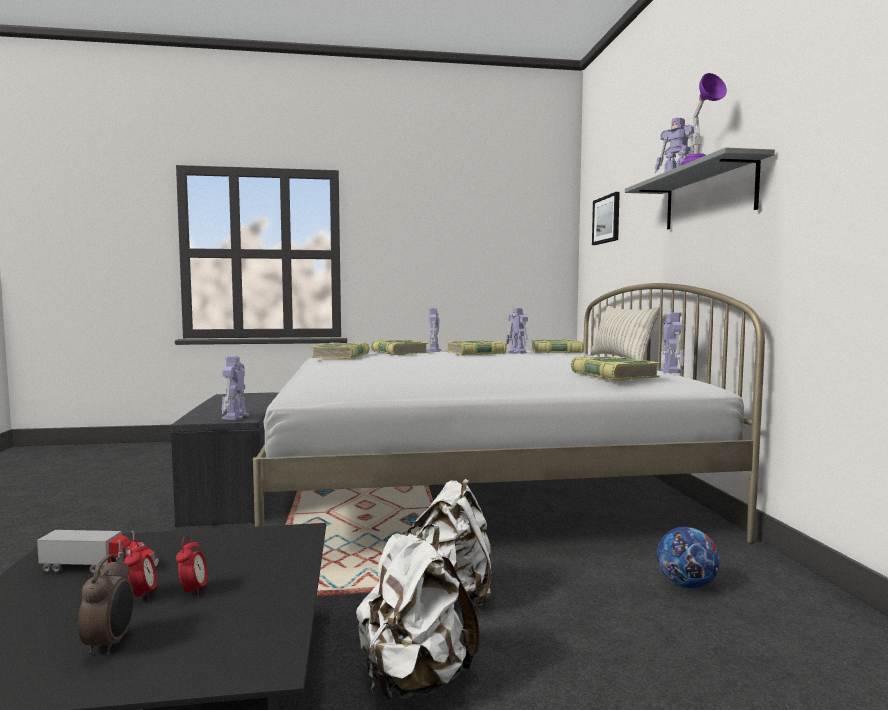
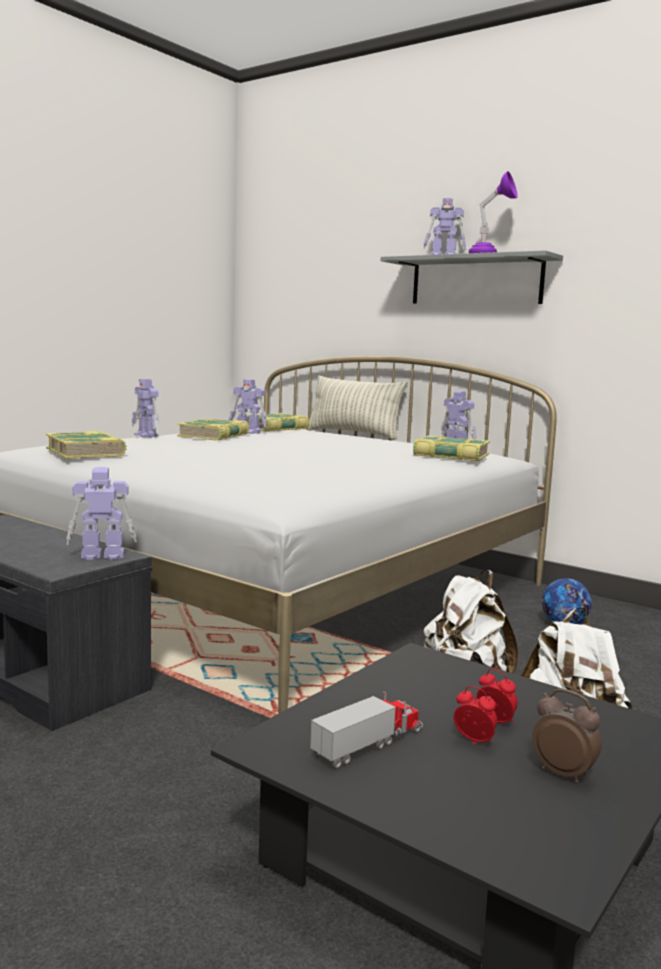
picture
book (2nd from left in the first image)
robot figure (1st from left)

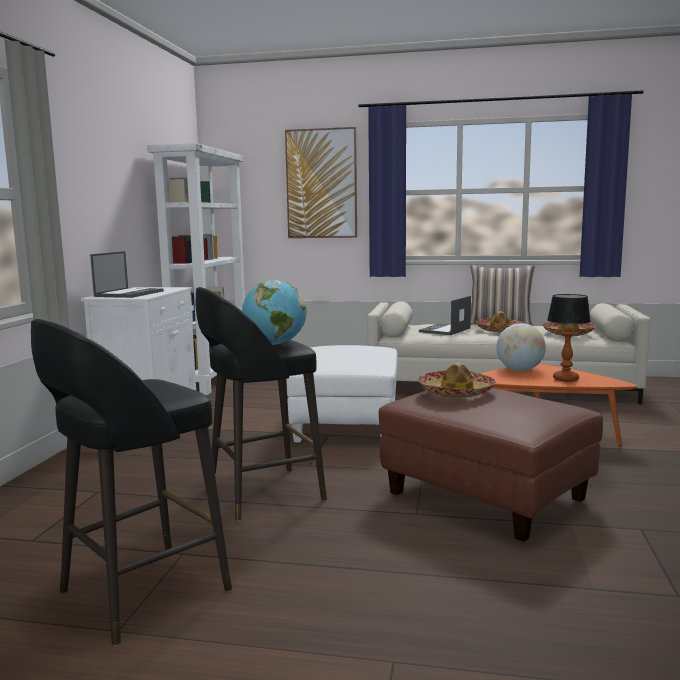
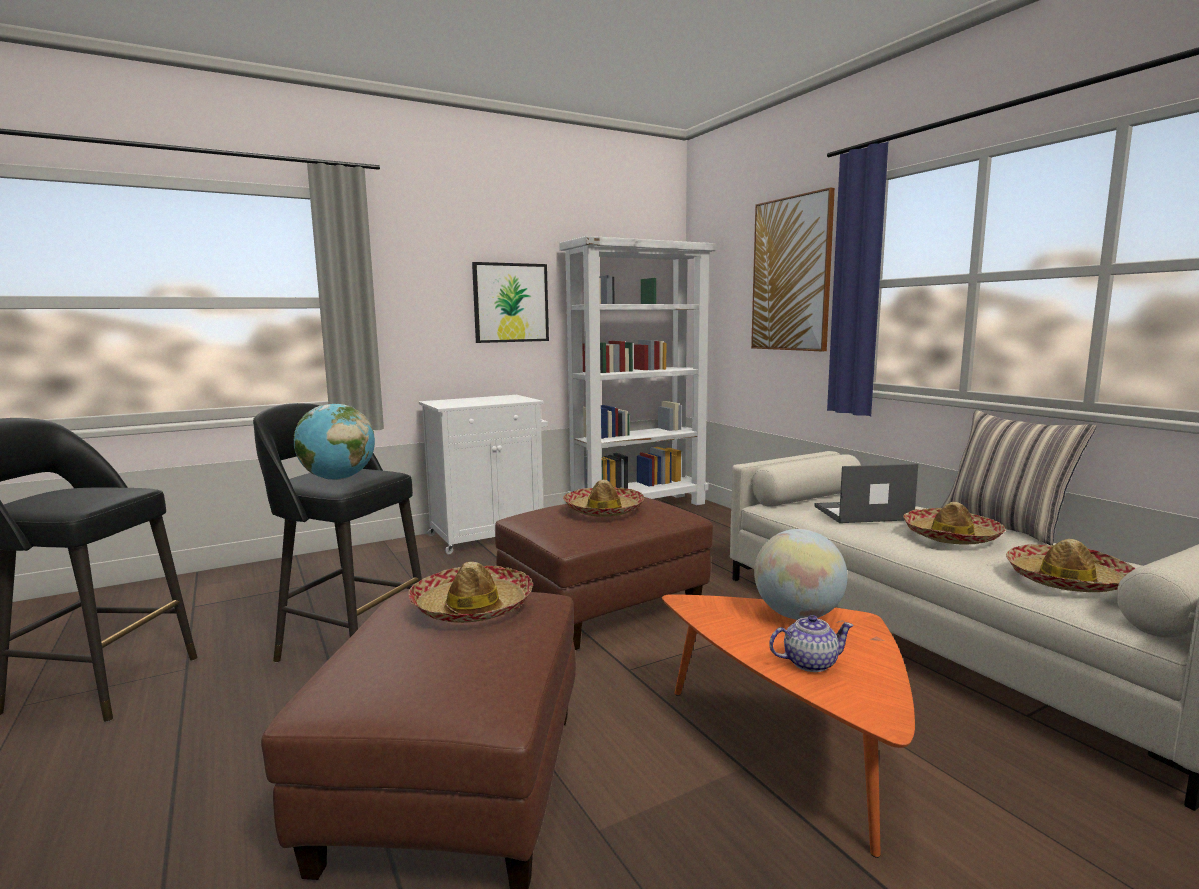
notebook computer (1st from left in the first image)
tea pot
ottoman (brown) (2nd from left)
picture (1st from left)
hat (2nd from left)

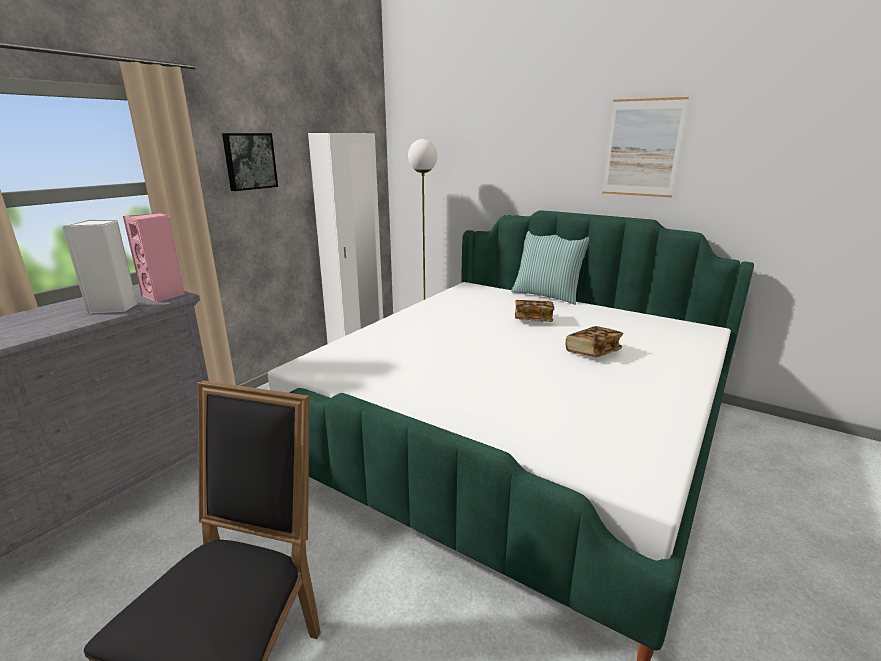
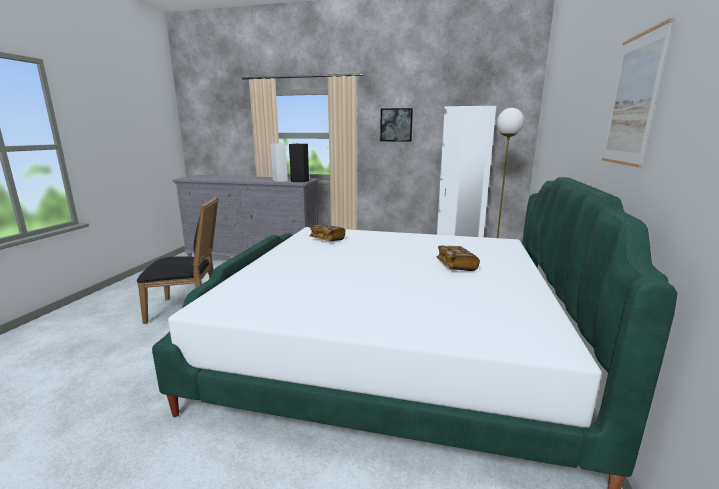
speaker (black)
pillow
book (1st from left)

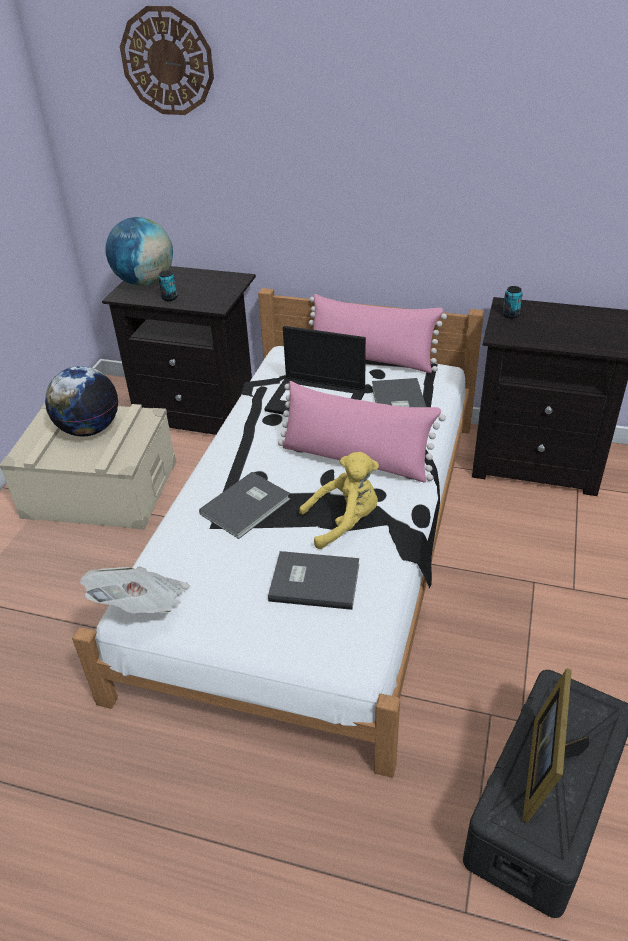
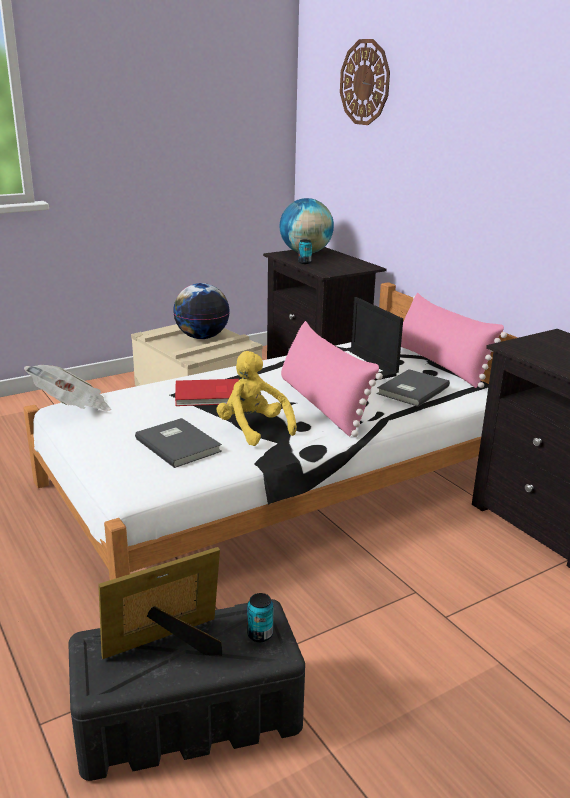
can (1st from left)
soft toy (yellow)
book (reddish)

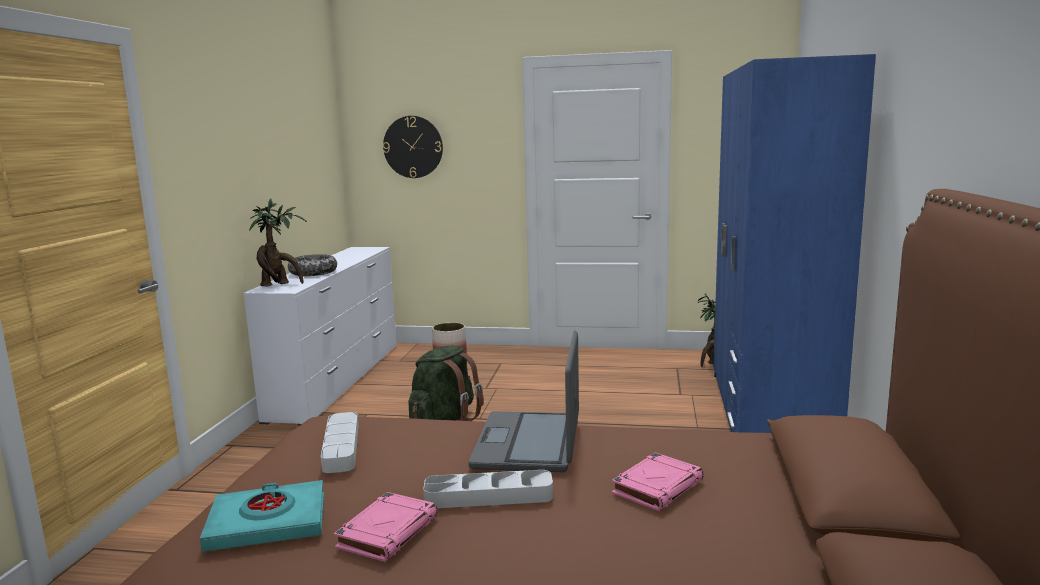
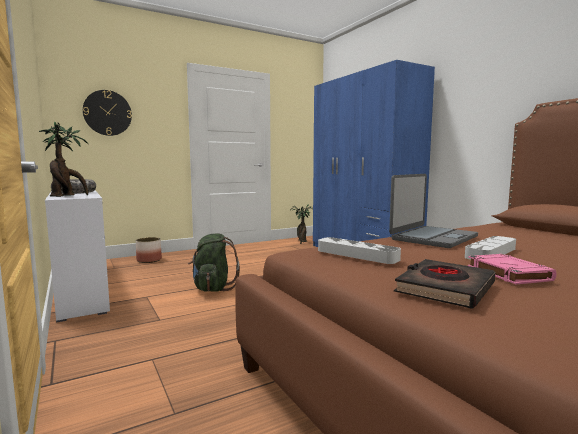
notebook computer
book (pink) (2nd from left in the first image)
book (black)

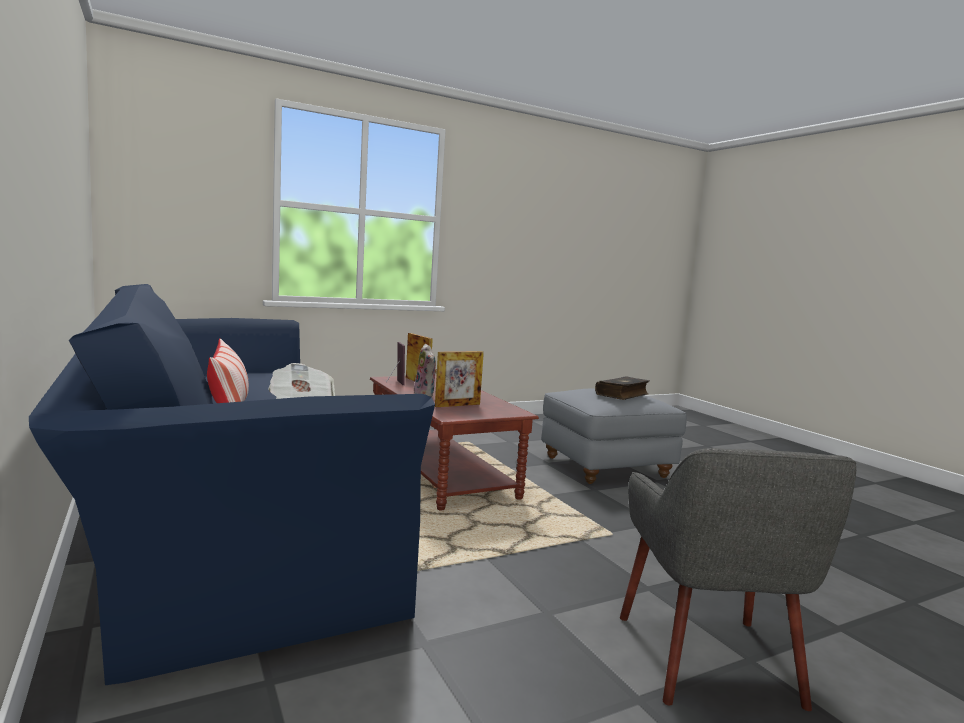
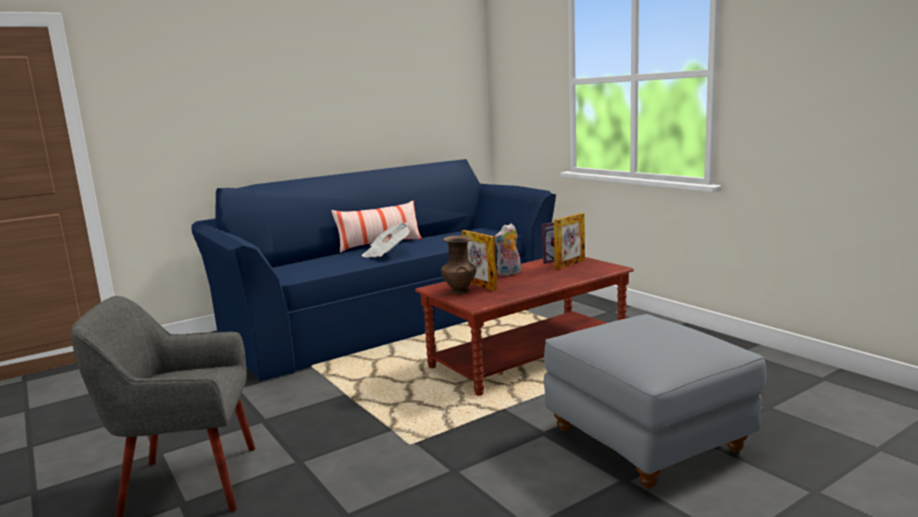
book
vase (brown)

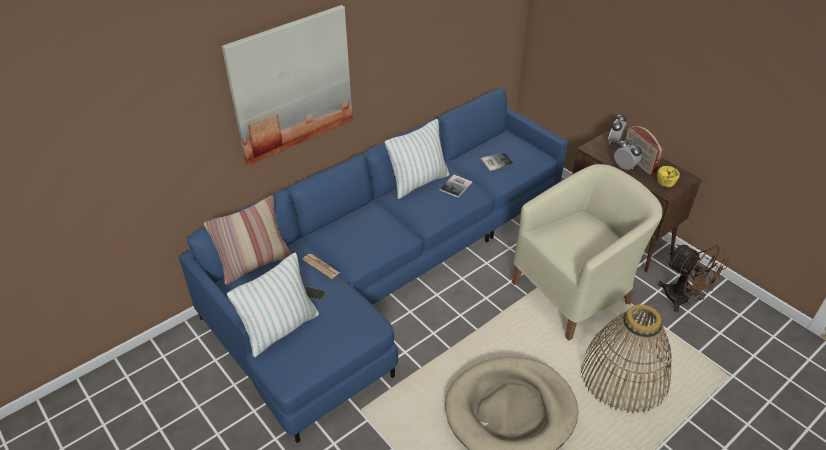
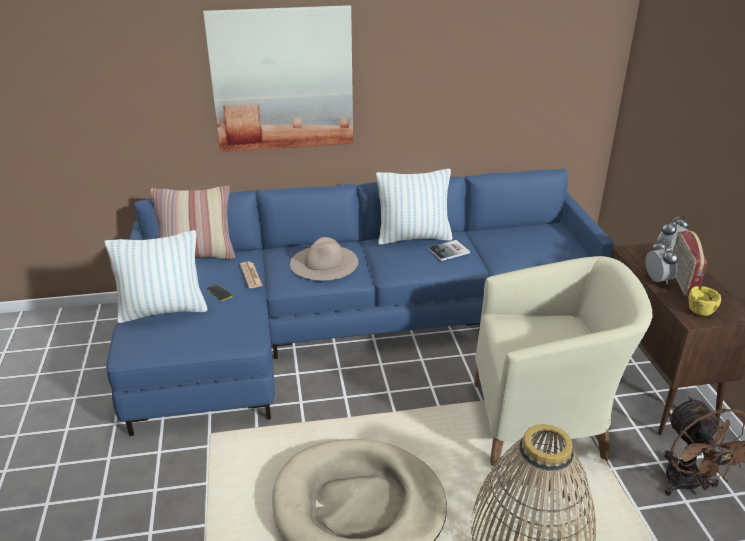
book (2nd from left in the first image)
hat (beige)

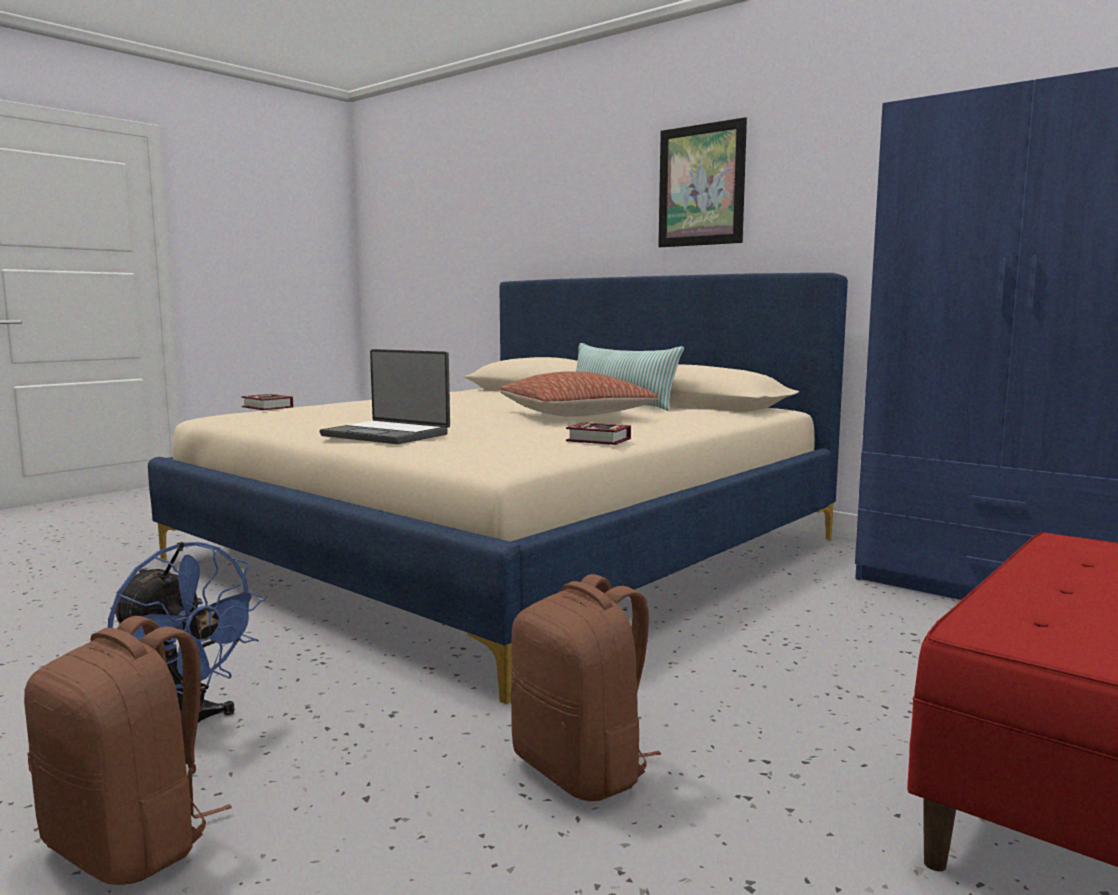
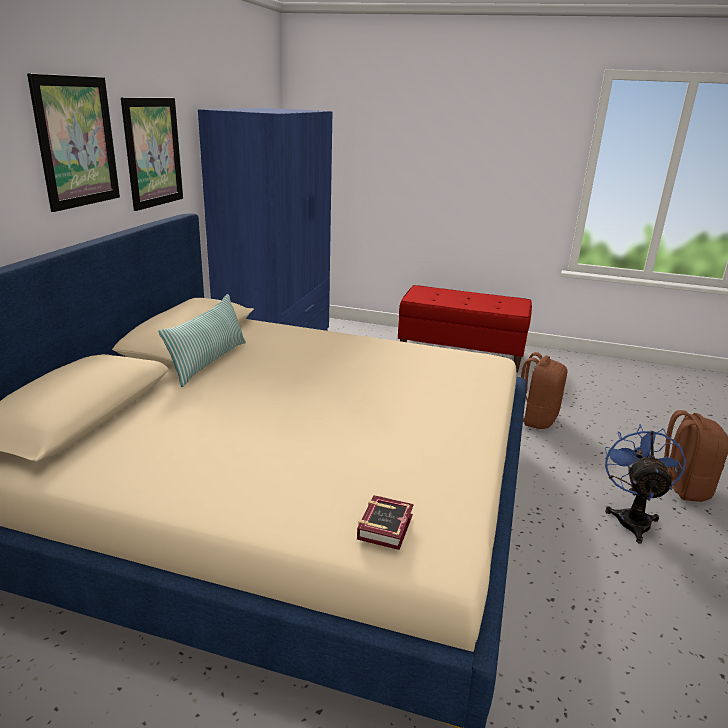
notebook computer
pillow (1st from left in the first image)
book (2nd from left in the first image)
picture (2nd from left)

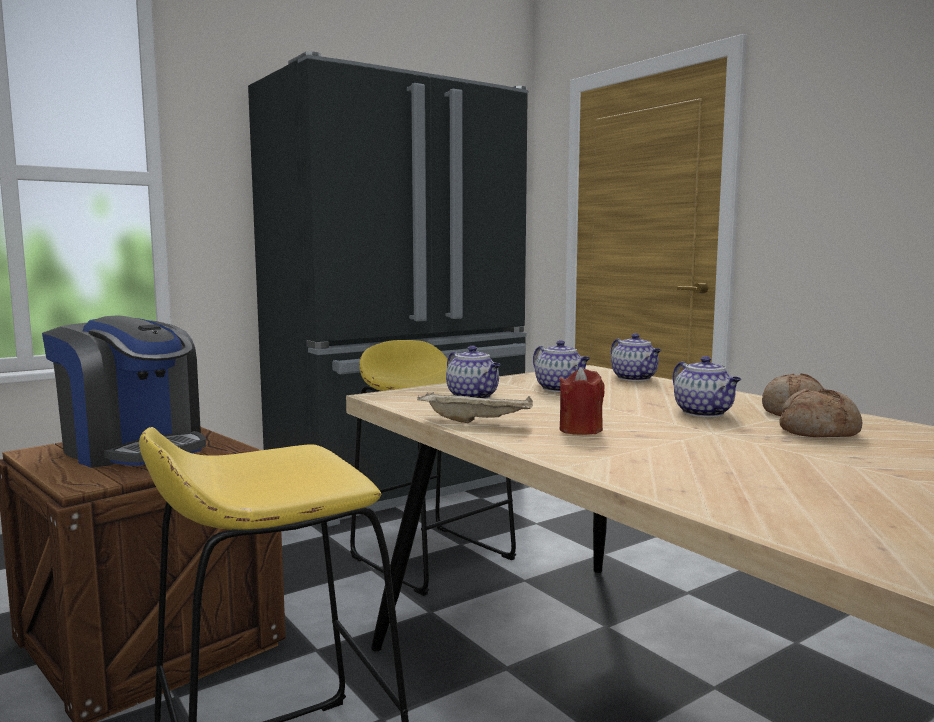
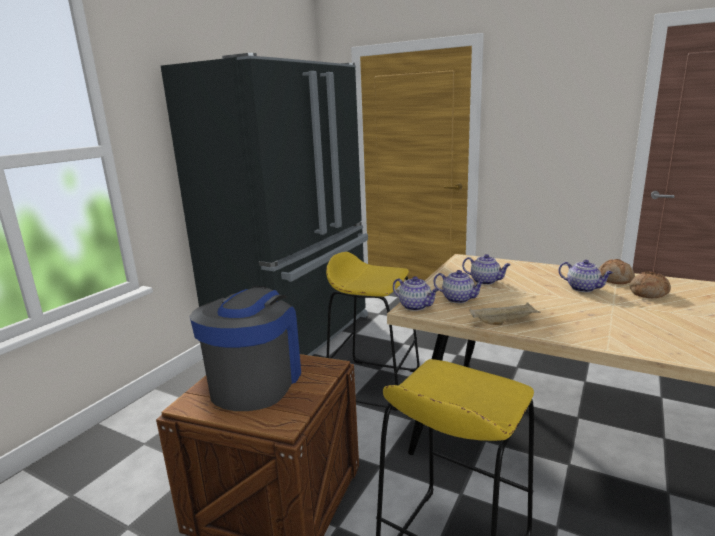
coffee brewer
tea pot (1st from left)
candle (reddish)

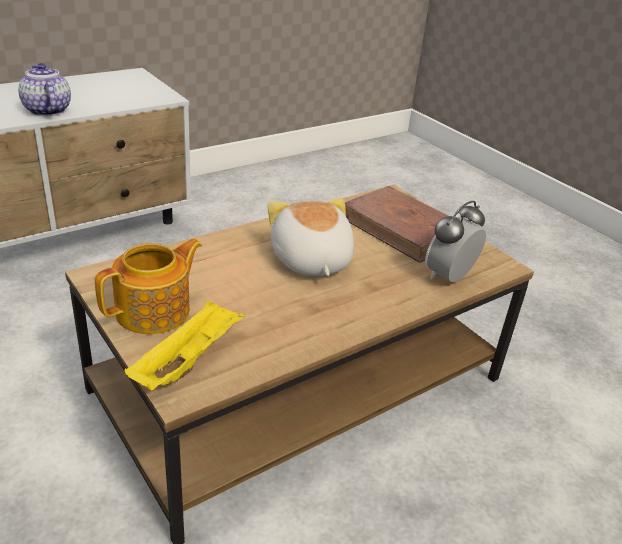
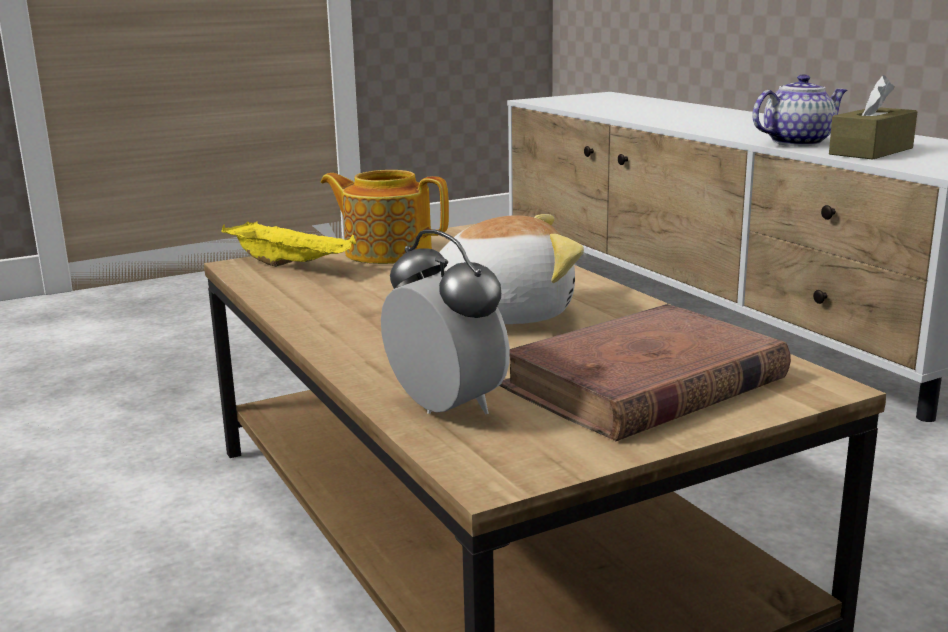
tea pot (1st from left)
box of tissues (brown)

